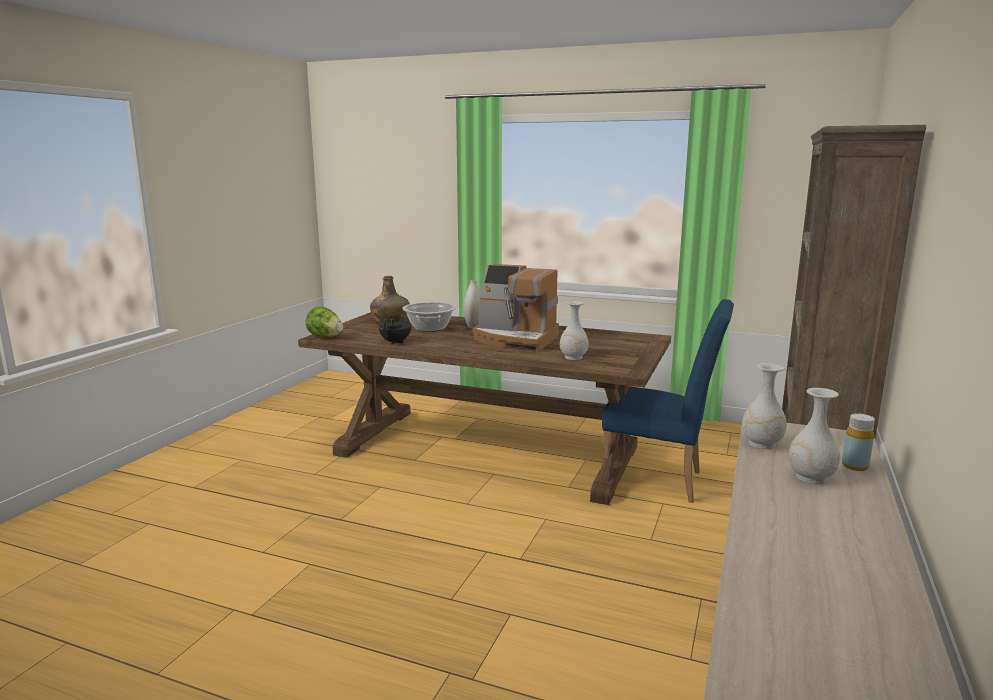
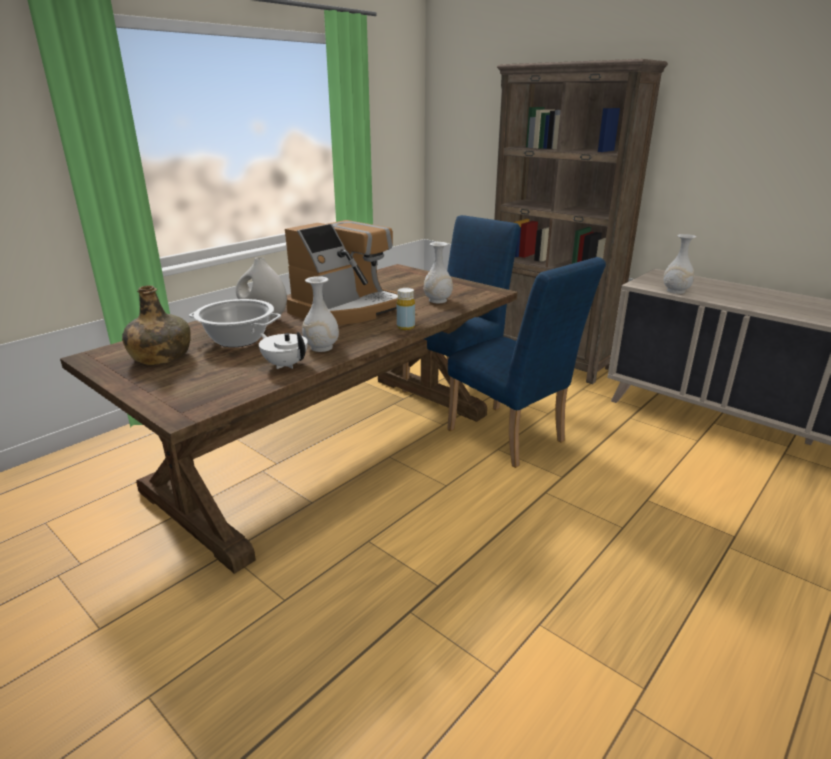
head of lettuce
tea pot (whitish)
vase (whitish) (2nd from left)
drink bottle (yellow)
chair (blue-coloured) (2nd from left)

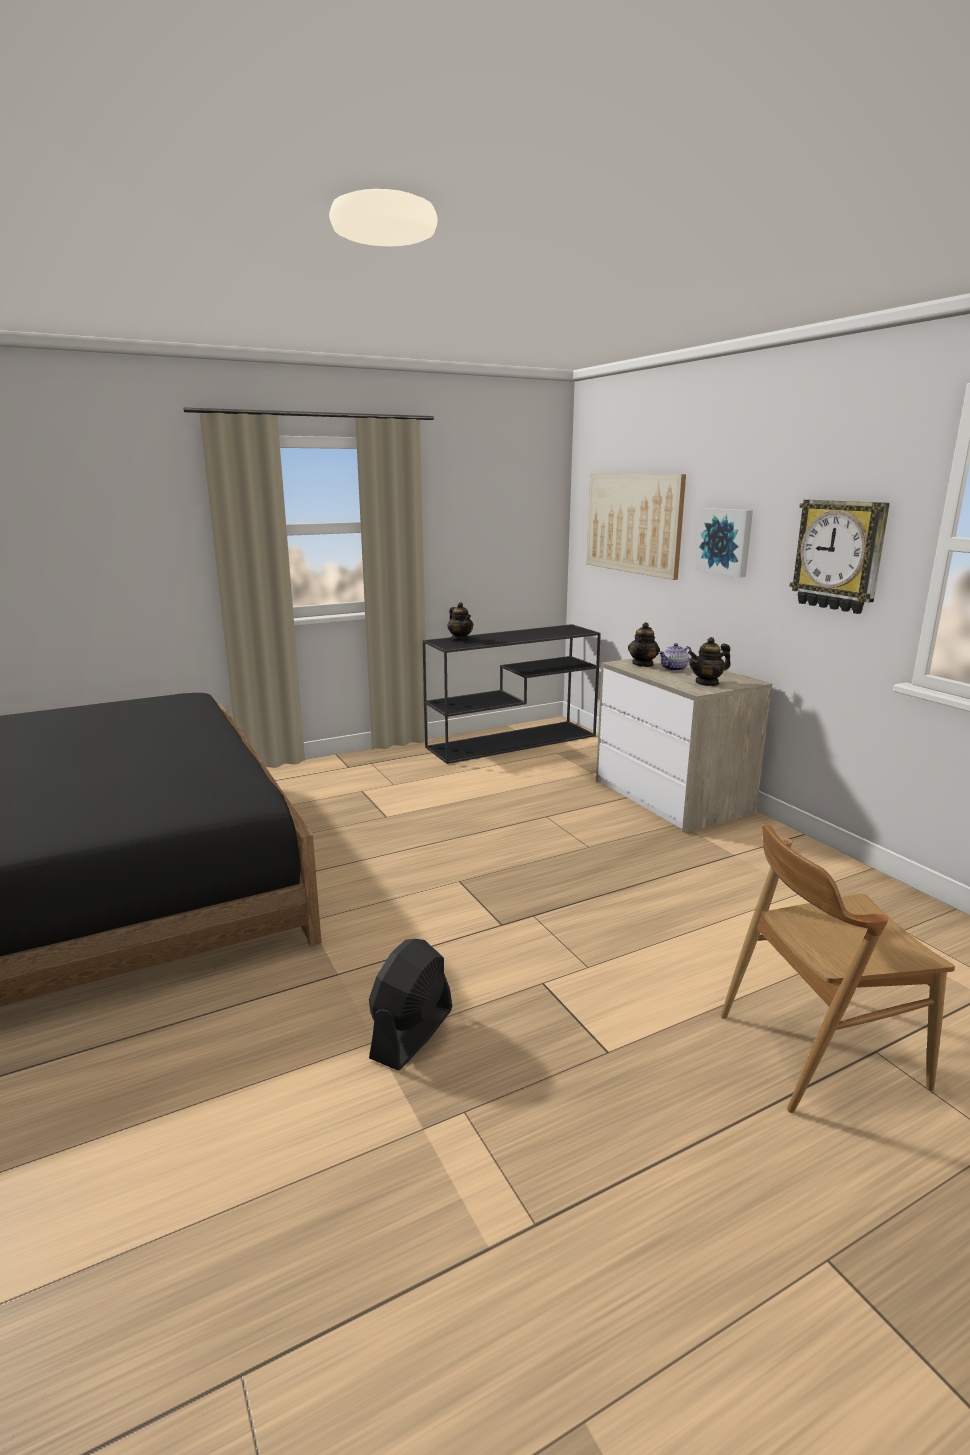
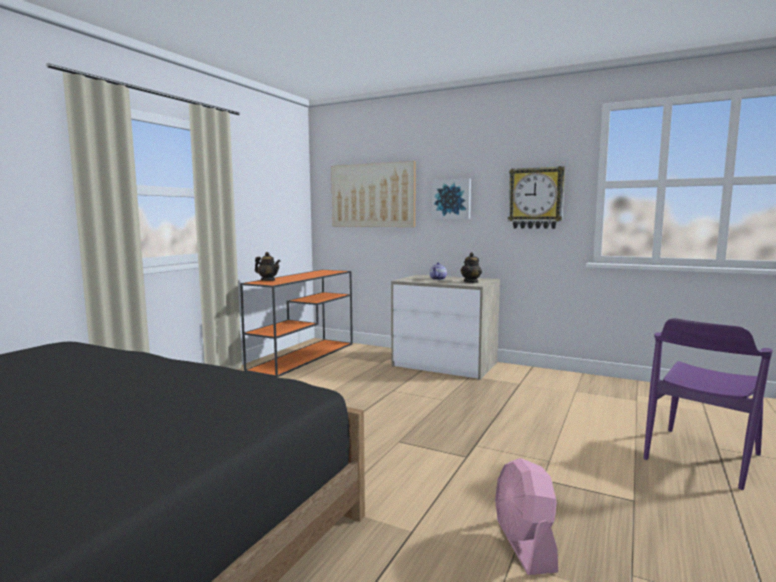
tea pot (2nd from left in the first image)
console table (orangey)
chair (purplish)
electric fan (pink)

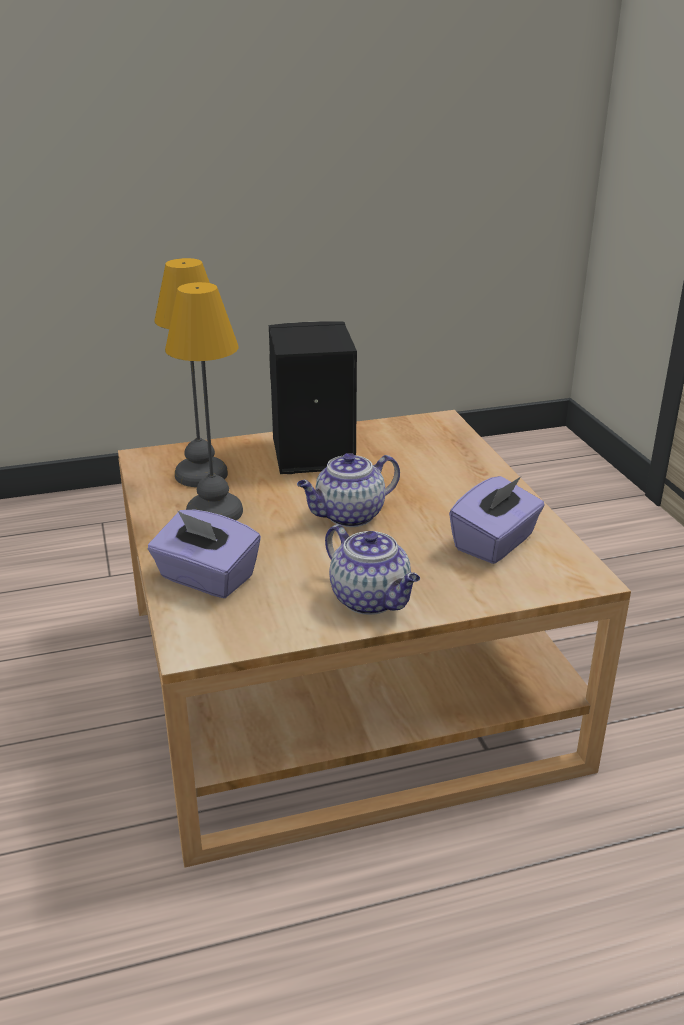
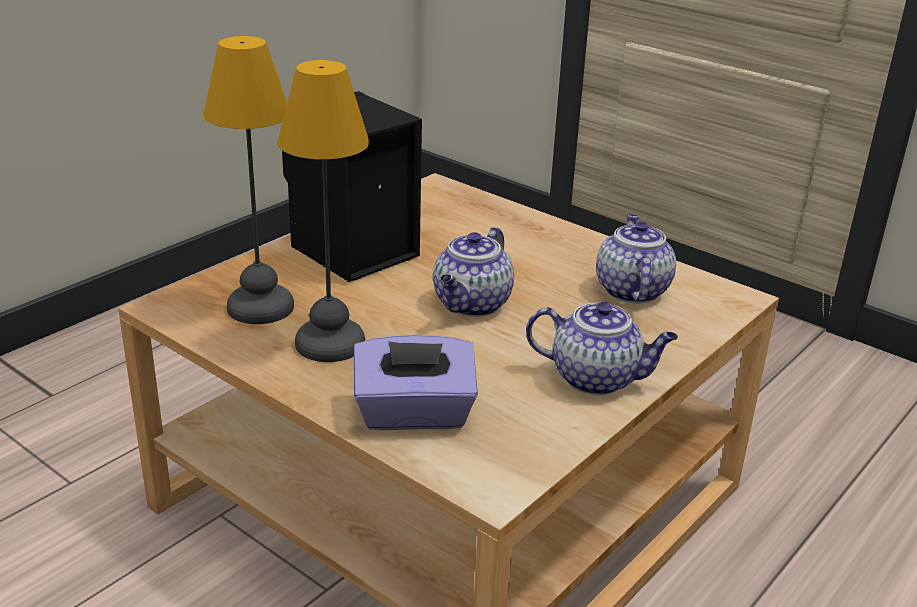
tea pot (3rd from left)

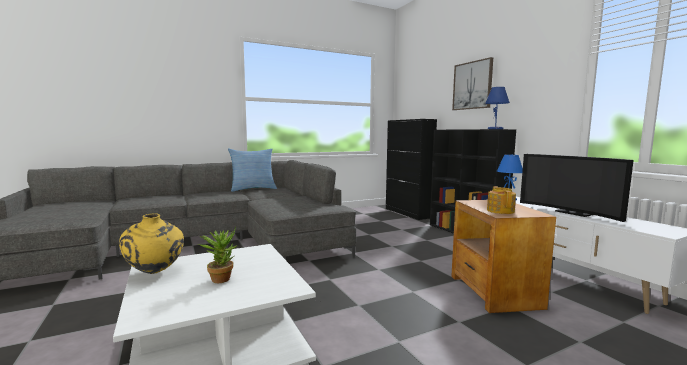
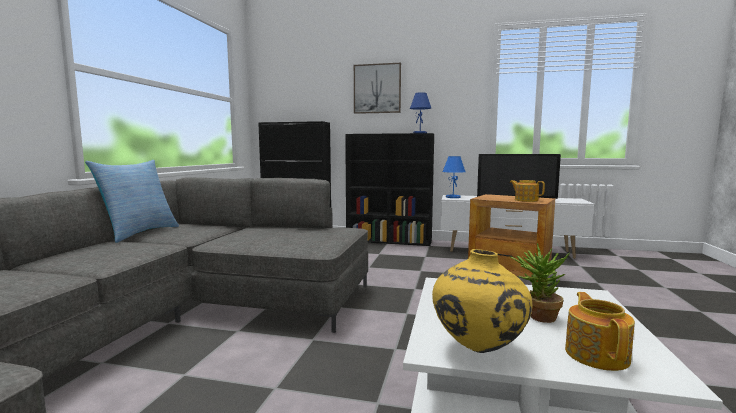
tea pot (2nd from left)

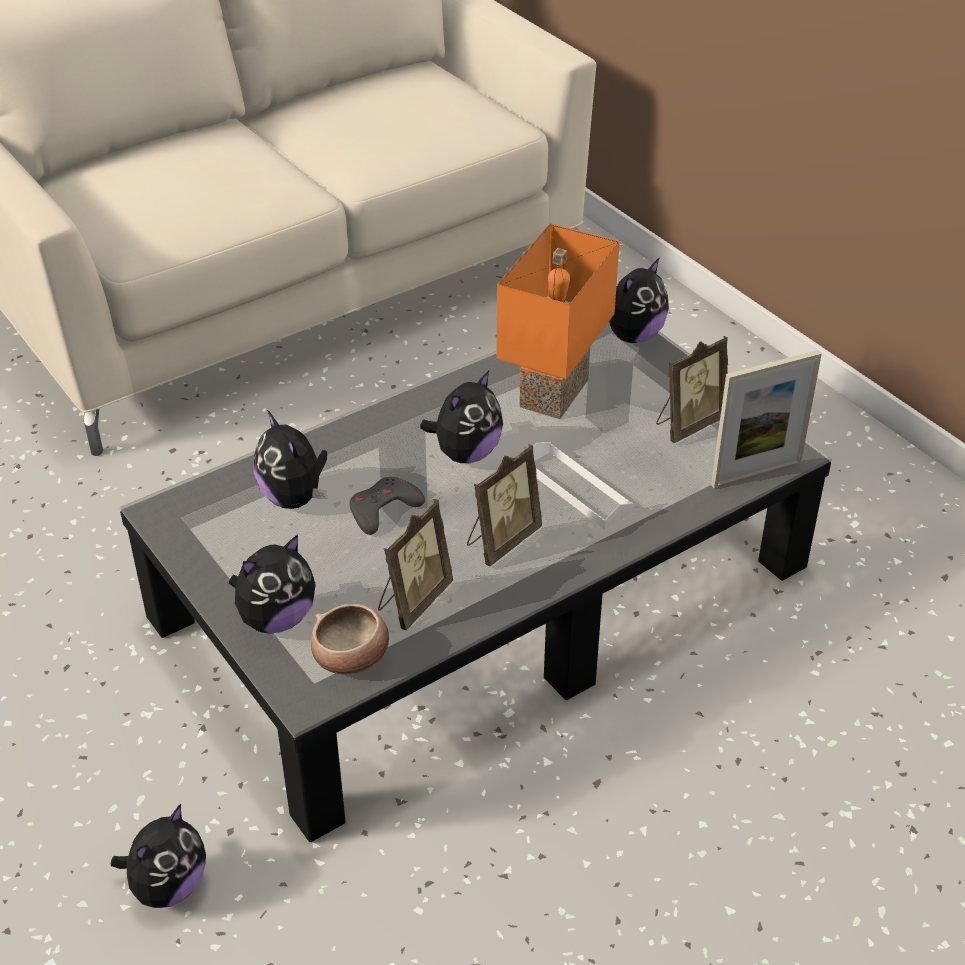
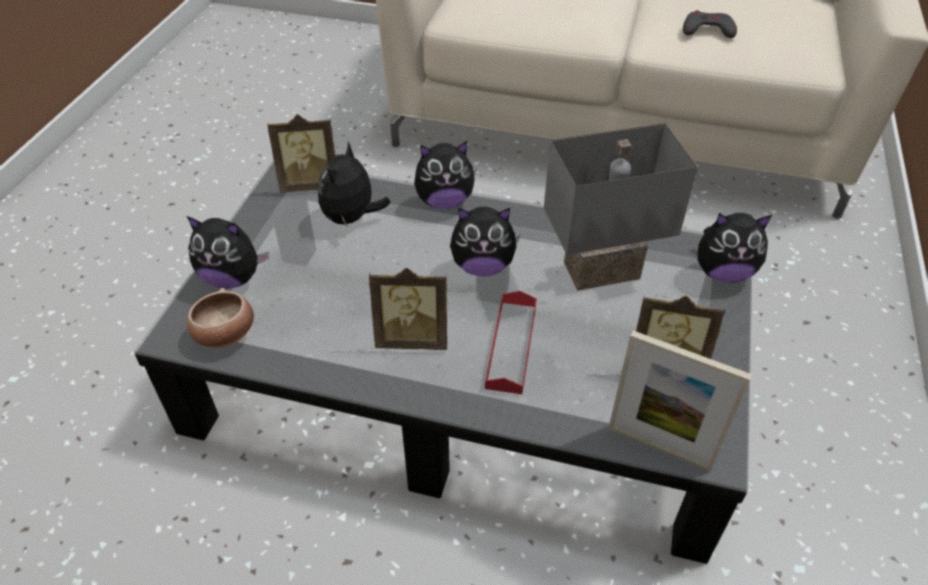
tabletop lamp (grey)
carrying tray (reddish)
game controller (grey)
photo frame (1st from left)
soft toy (3rd from left)

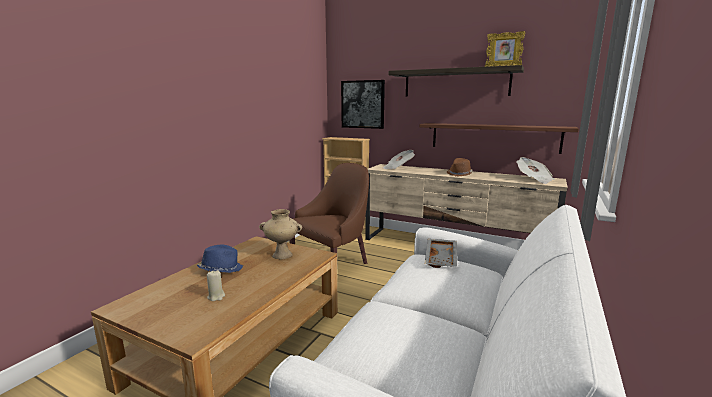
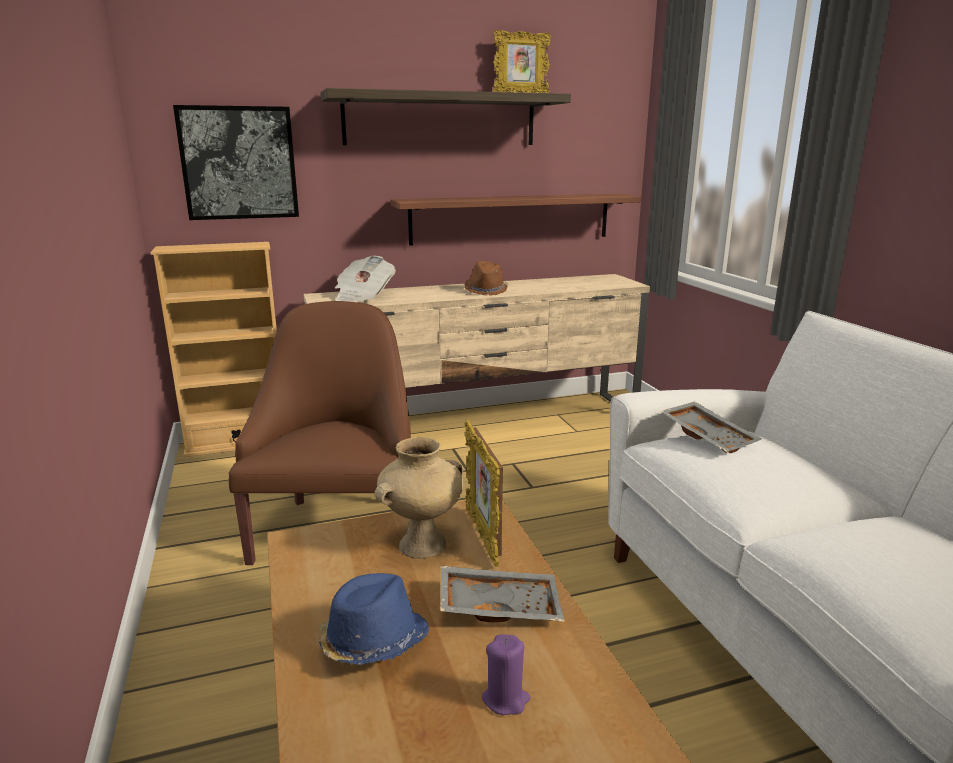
printed paper (2nd from left in the first image)
candle (purplish)
photo frame (1st from left)
carrying tray (grey) (1st from left)

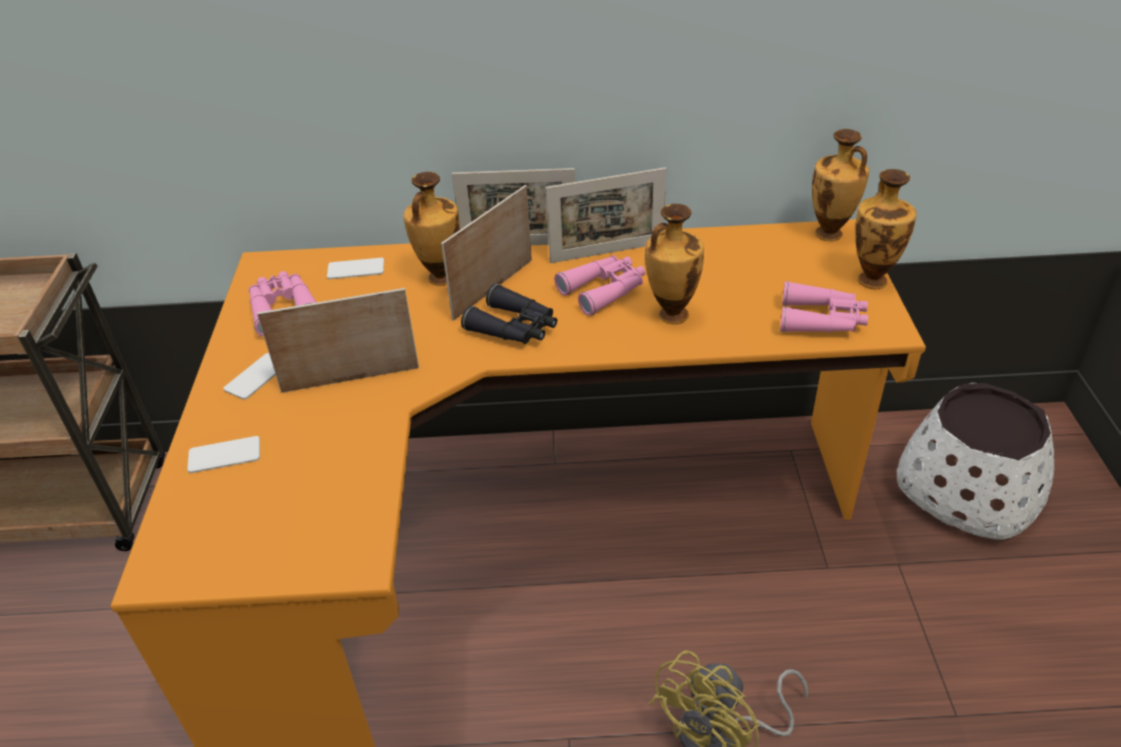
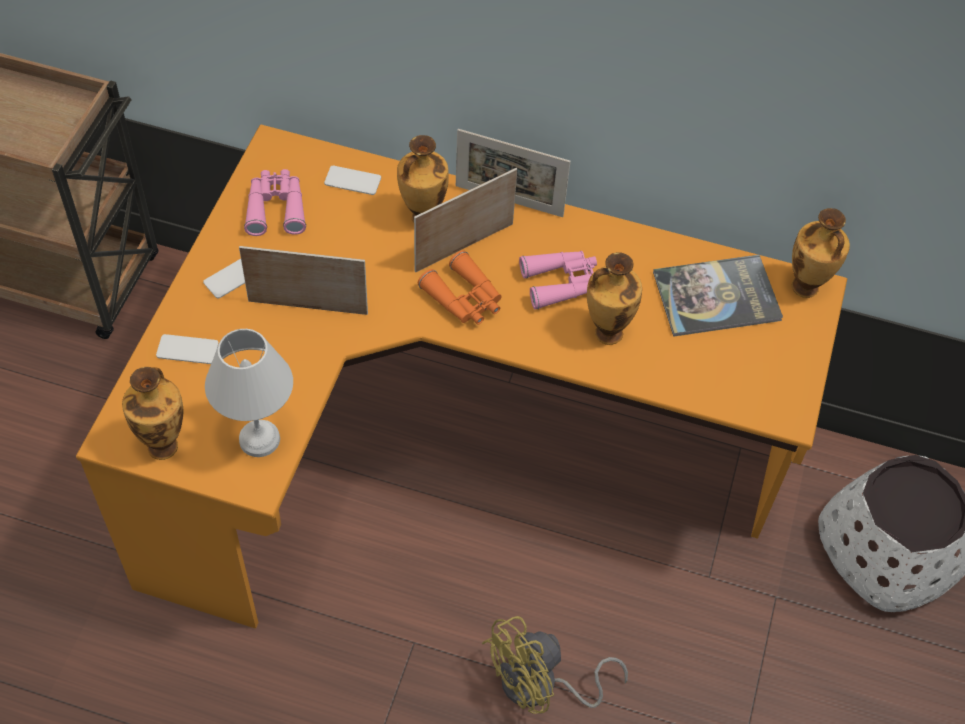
photo frame (4th from left in the first image)
vase (1st from left)
binoculars (pink) (3rd from left in the first image)
binoculars (orangey)
book
tabletop lamp (whitish)

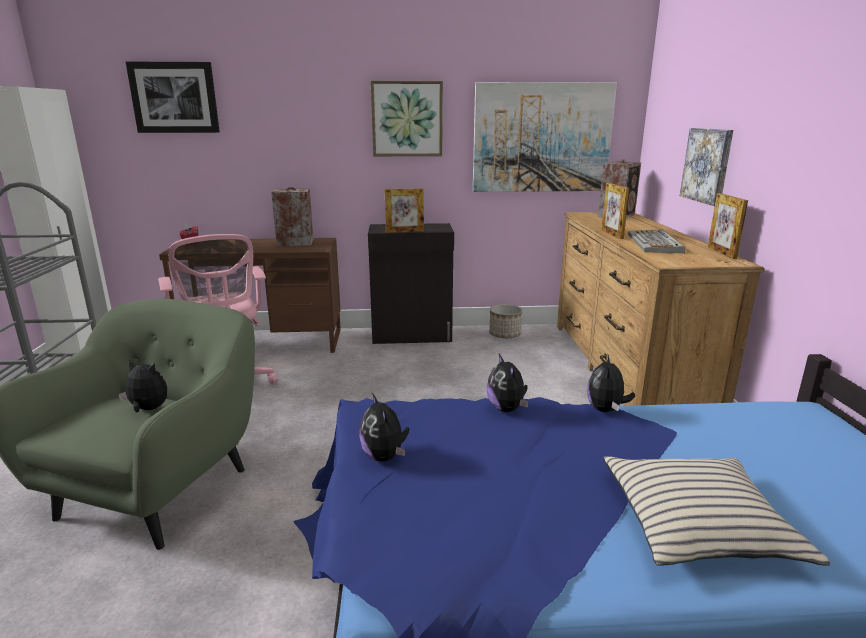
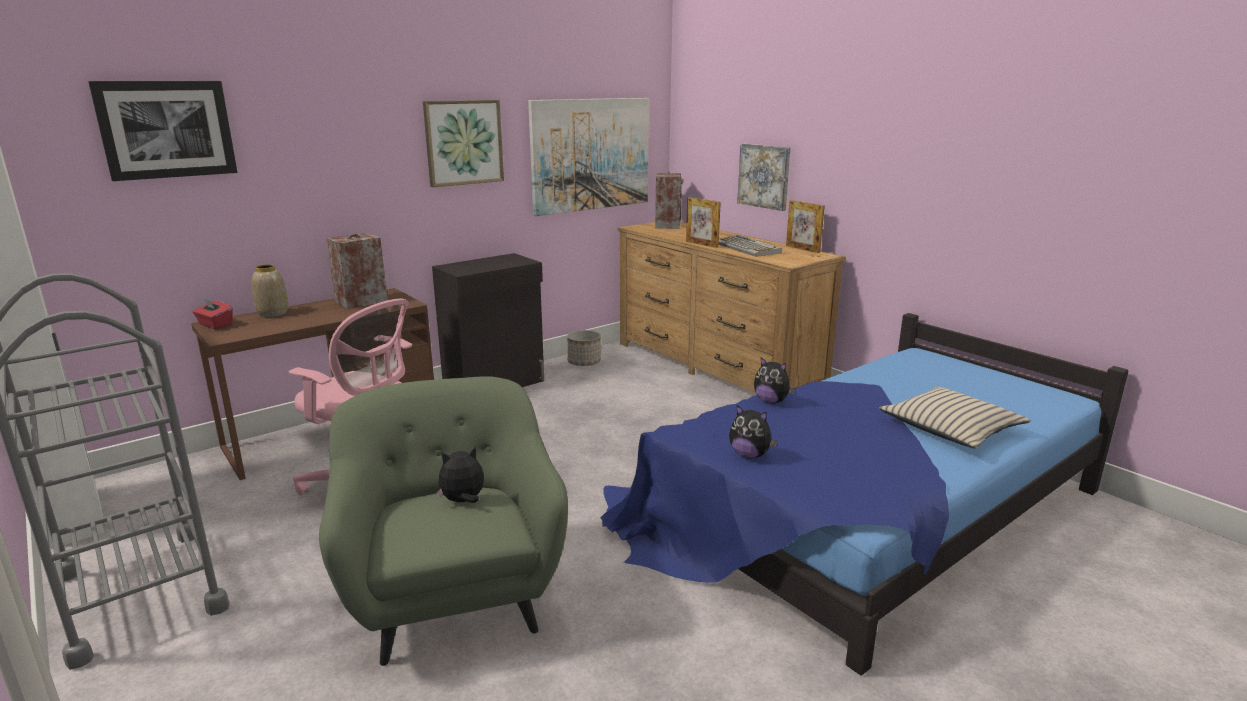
photo frame (1st from left in the first image)
soft toy (4th from left in the first image)
vase

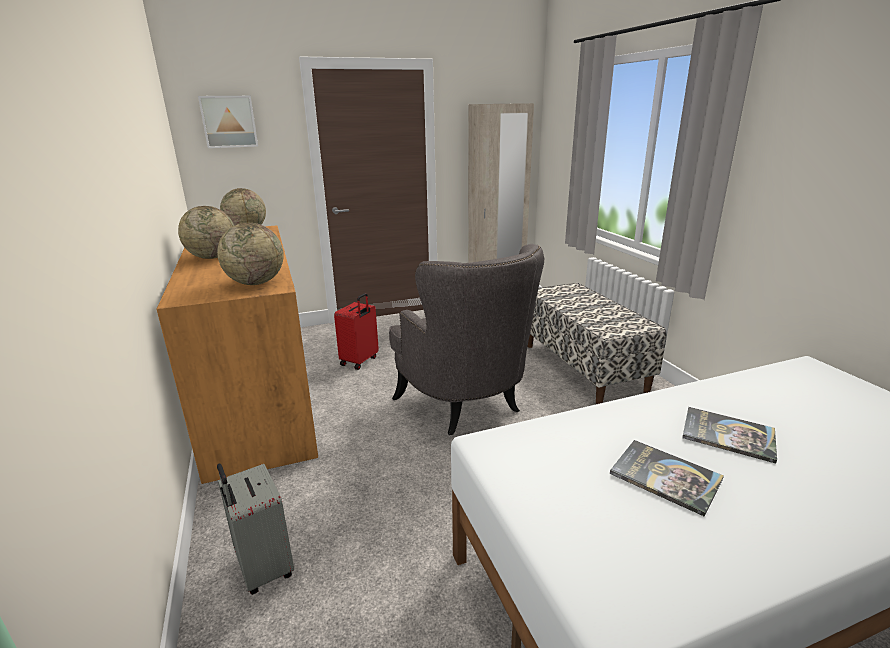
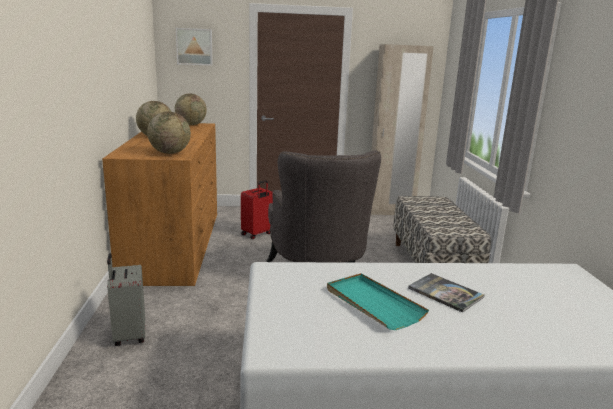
carrying tray (turquoise)

